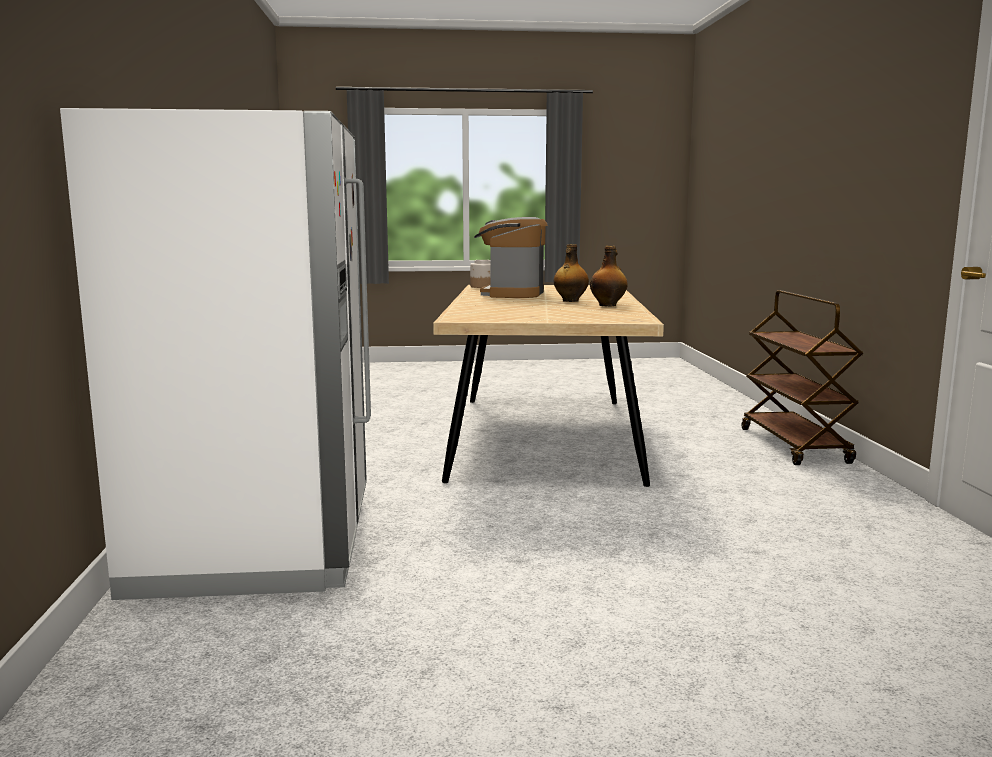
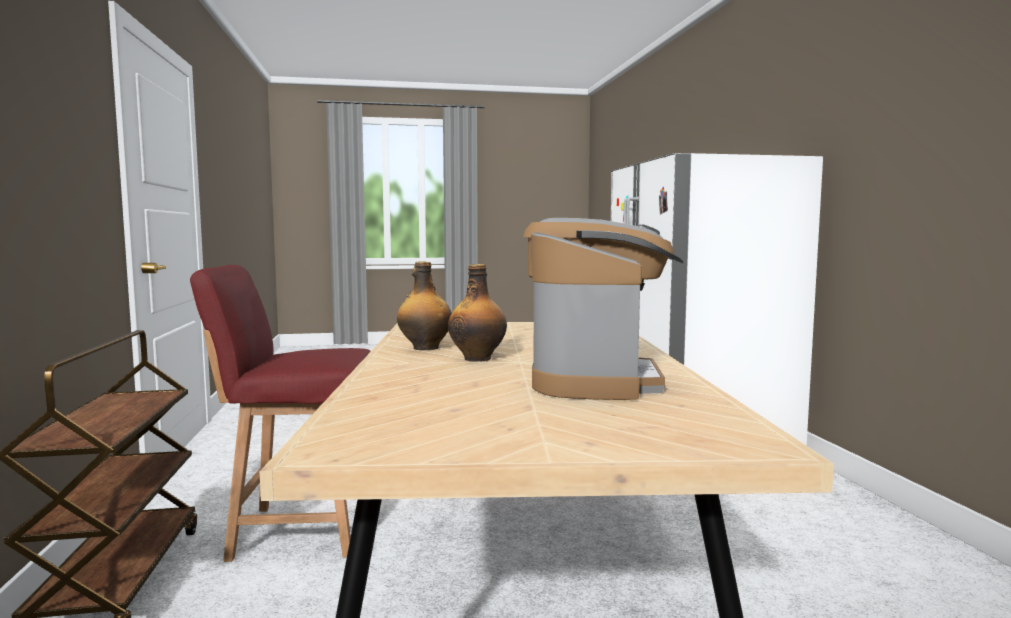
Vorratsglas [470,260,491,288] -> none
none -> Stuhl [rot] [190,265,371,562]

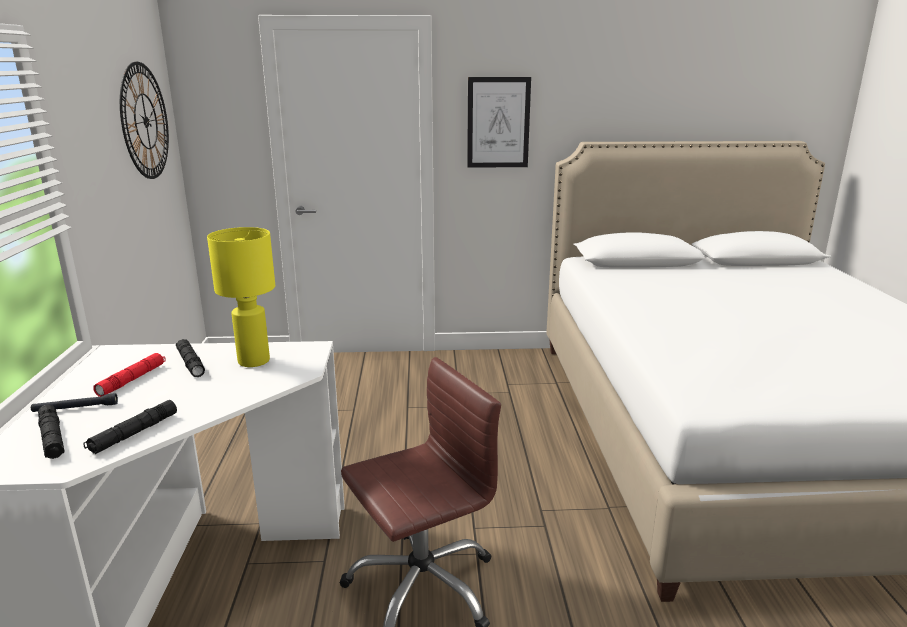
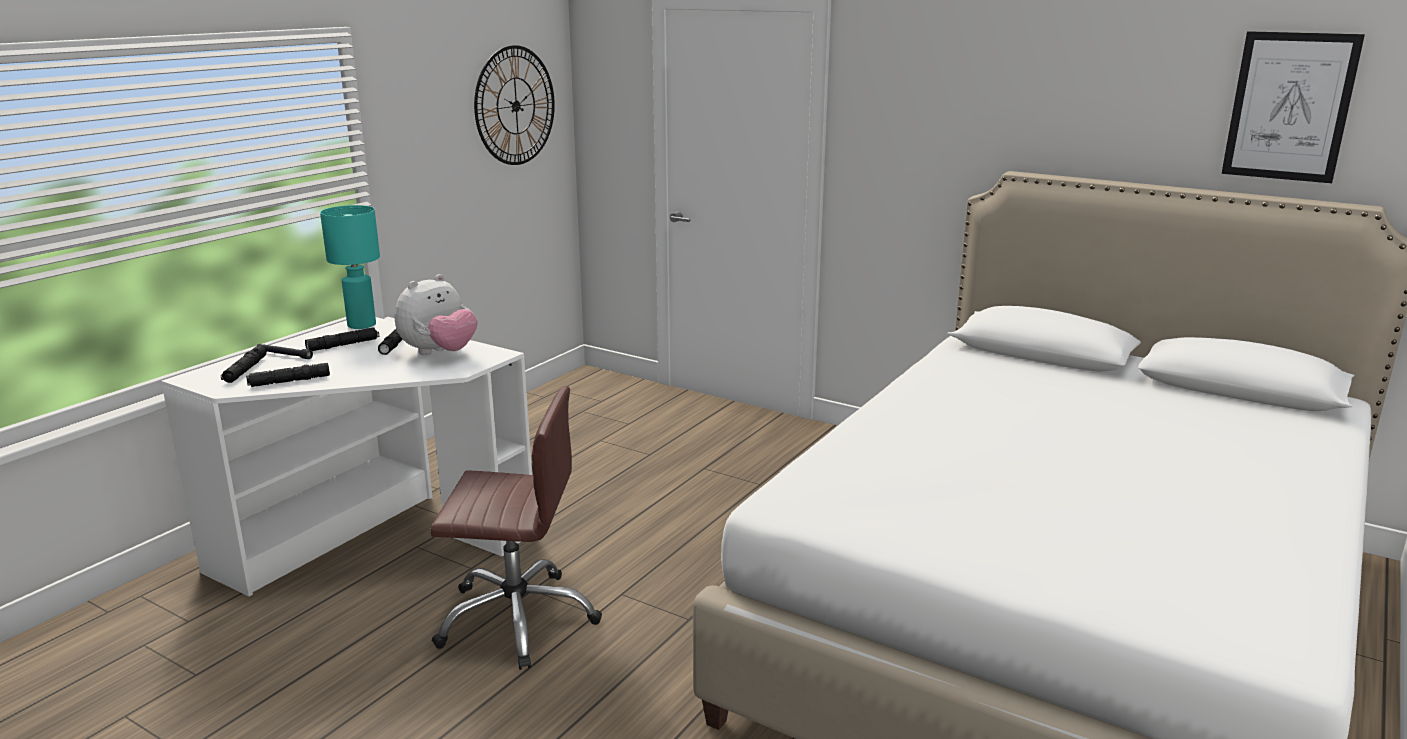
Bild [467,77,531,168] -> Bild [1222,31,1365,183], move
Tischlampe [gelb] [207,227,275,367] -> Plüschtier [395,274,478,355]
Taschenlampe [rot] [93,353,166,397] -> Taschenlampe [schwarz] [305,327,379,351]
none -> Tischlampe [türkis] [320,205,380,329]

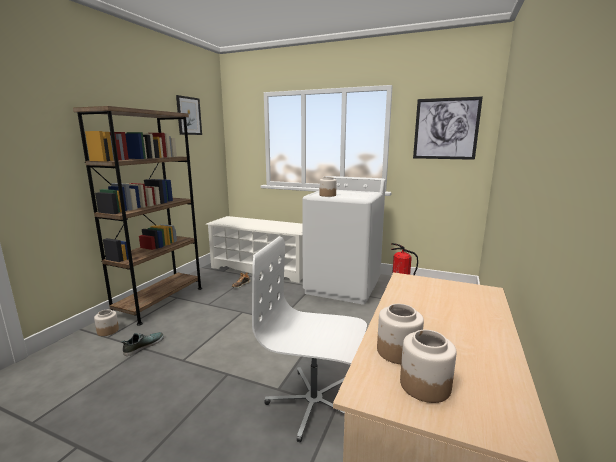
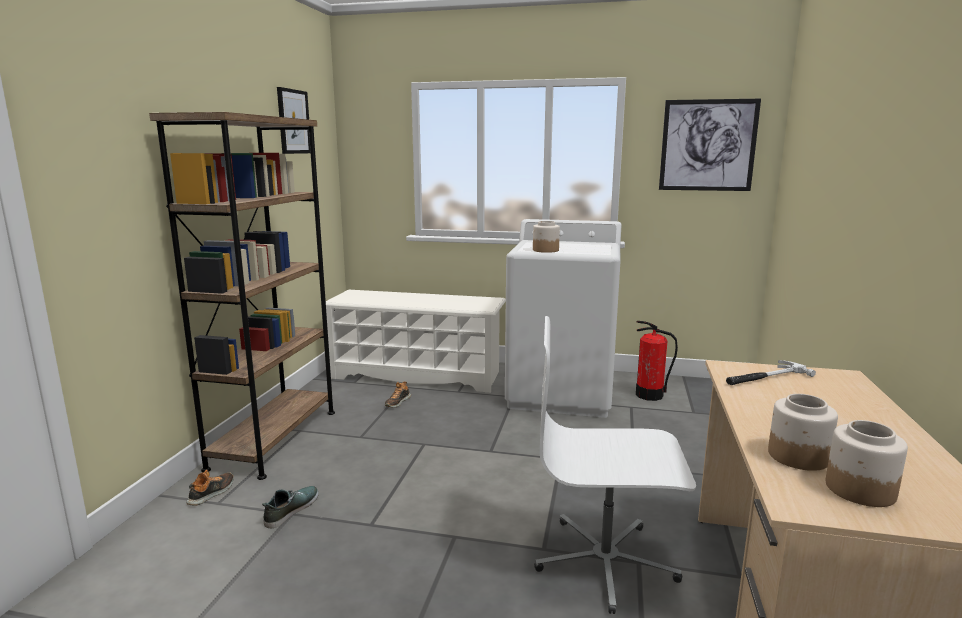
Vorratsglas [94,309,119,336] -> Schuh [186,470,234,505]
none -> Hammer [726,360,816,385]

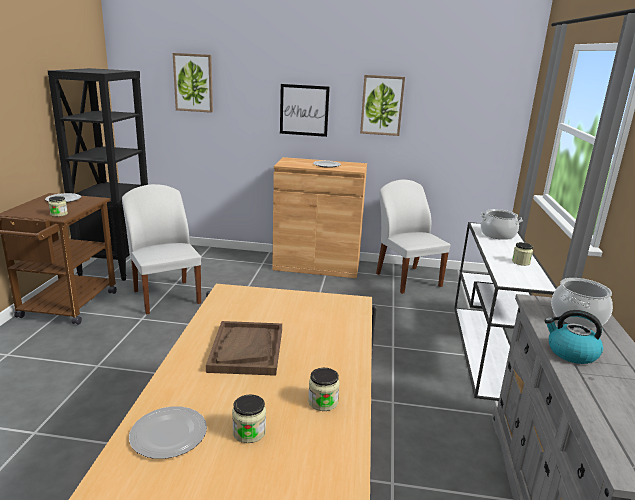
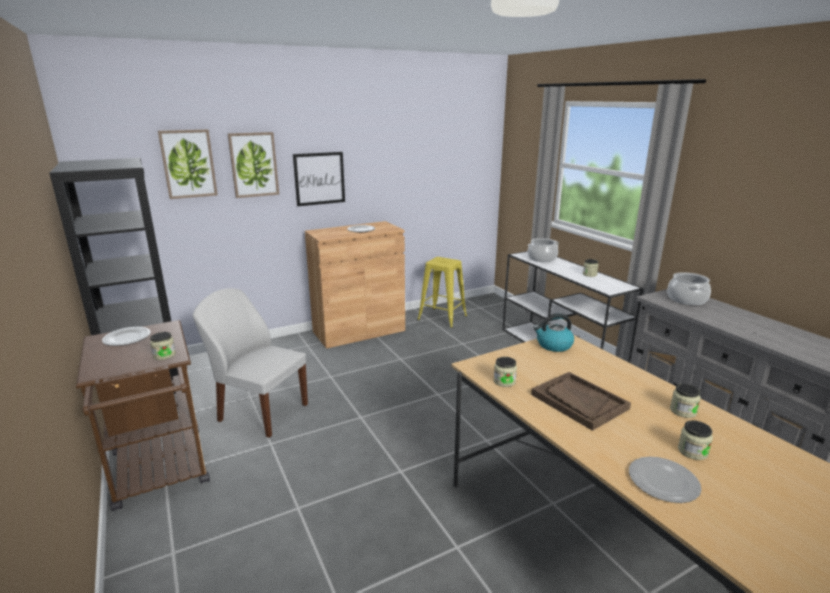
Bild [360,75,405,136] -> Bild [228,132,279,198], move
Stuhl [weiß] [376,179,450,294] -> Hocker [gelb] [417,257,467,328]
Wasserkessel [544,310,603,364] -> Wasserkessel [533,313,574,352], move
none -> Vorratsglas [494,357,517,387]

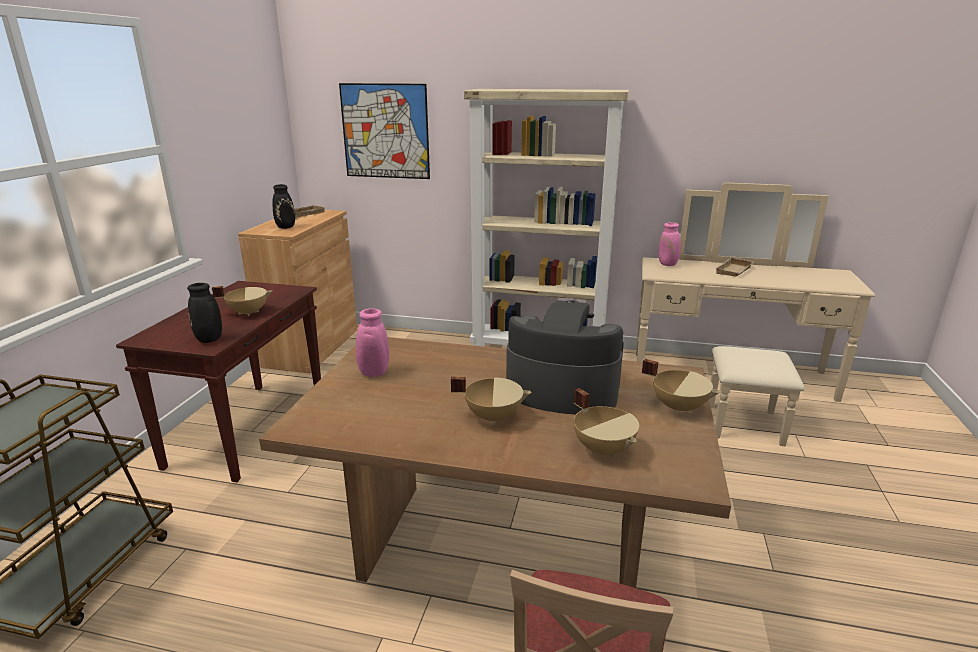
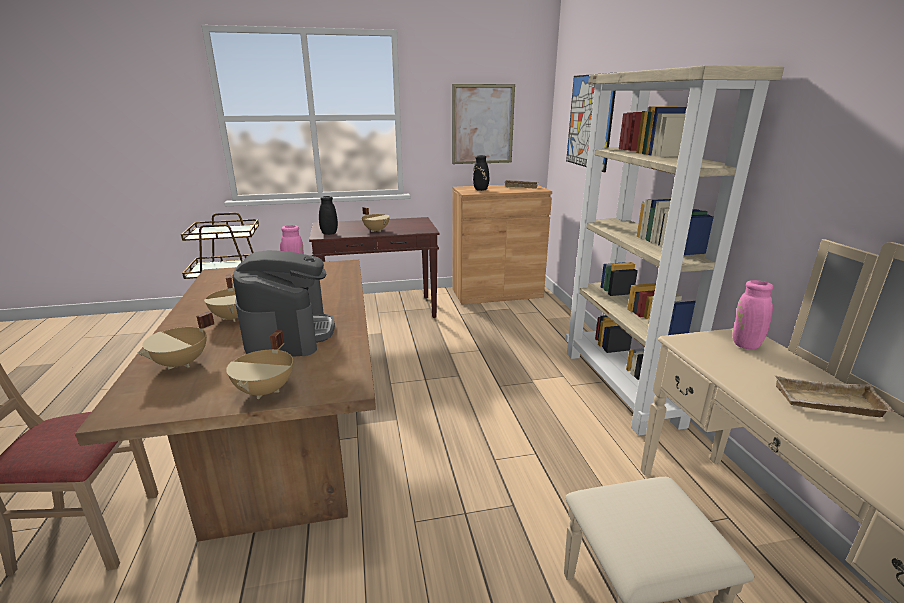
none -> Bild [452,84,515,164]

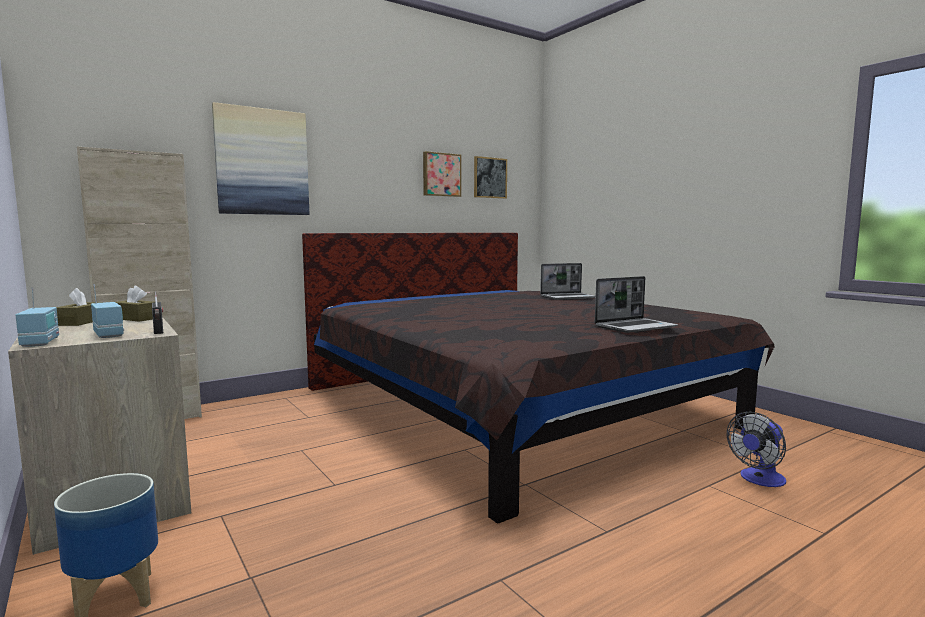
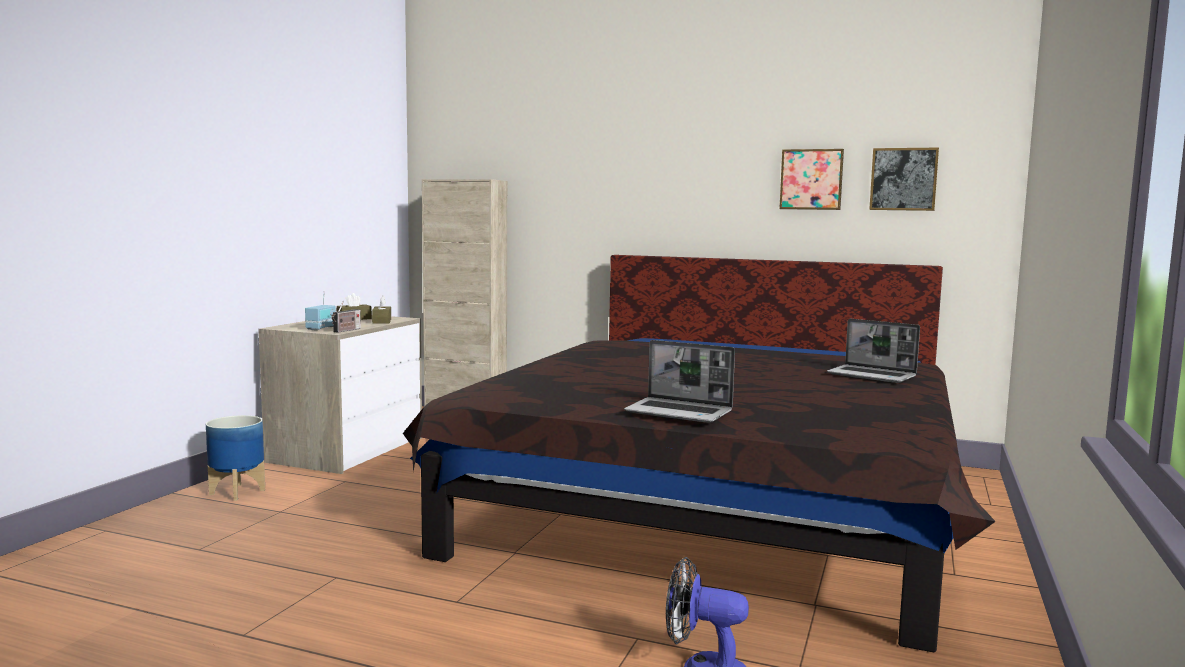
Bild [212,102,309,215] -> none
Radio [16,288,59,347] -> none

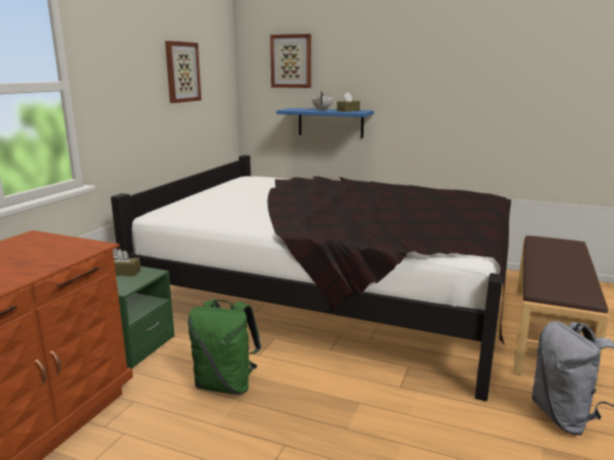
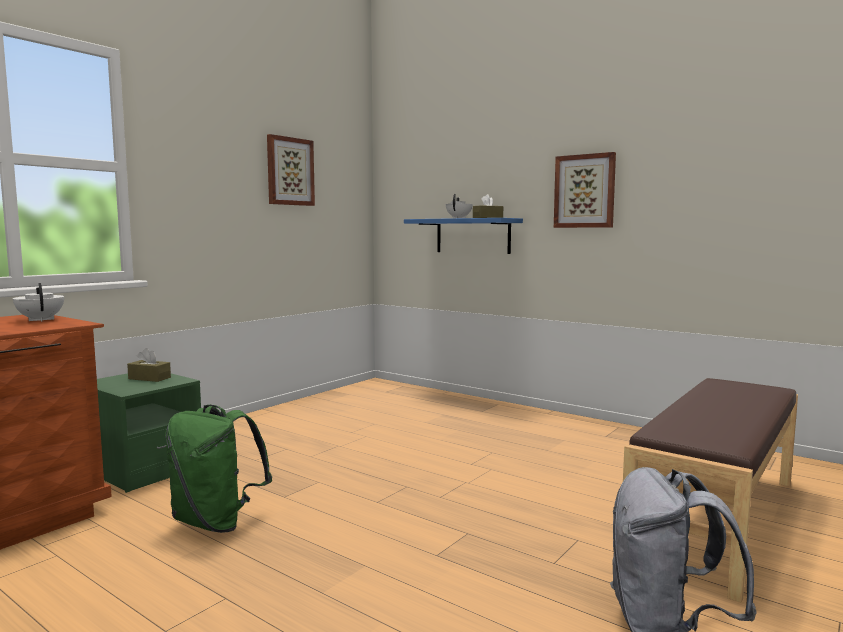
Bild [270,34,311,88] -> Bild [554,152,616,228], move
Bett [schwarz] [111,155,511,401] -> none
none -> Teekanne [weiß] [13,283,64,321]

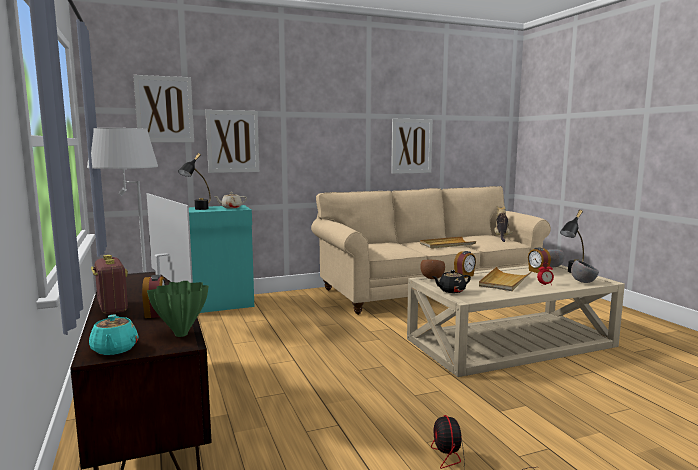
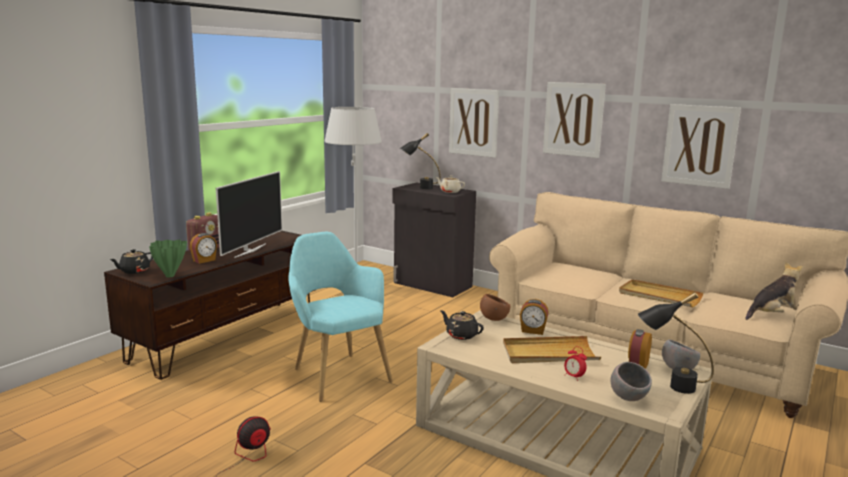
Bild [133,75,194,143] -> Bild [543,82,606,158], move
Schrank [türkis] [189,205,254,313] -> Schrank [schwarz] [393,182,476,297]
Teekanne [türkis] [89,315,139,355] -> Teekanne [schwarz] [110,249,153,274]
none -> Sessel [türkis] [288,232,392,402]

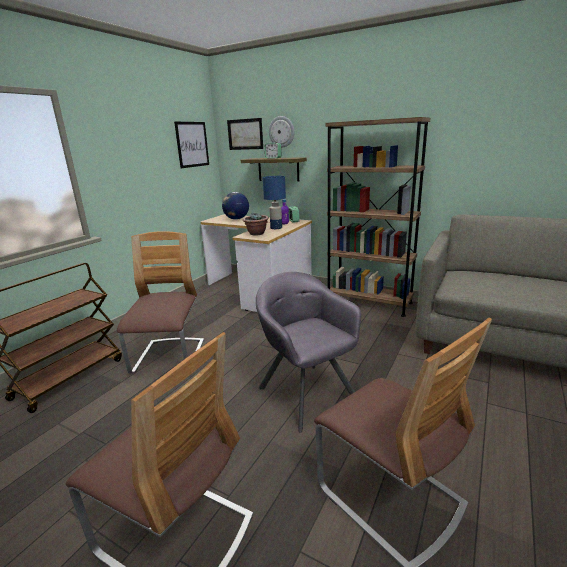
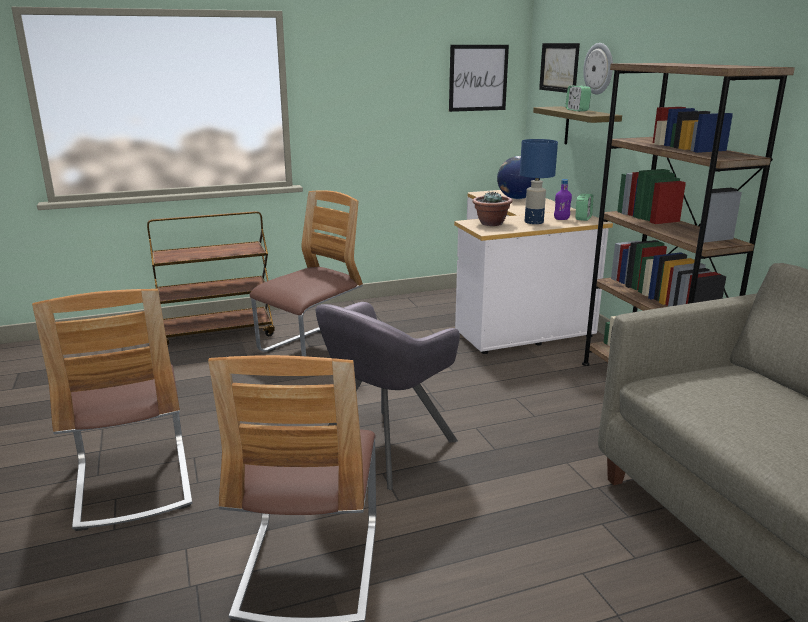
Sessel [grau] [256,272,361,432] -> Sessel [grau] [315,302,460,490], 150 degrees counterclockwise

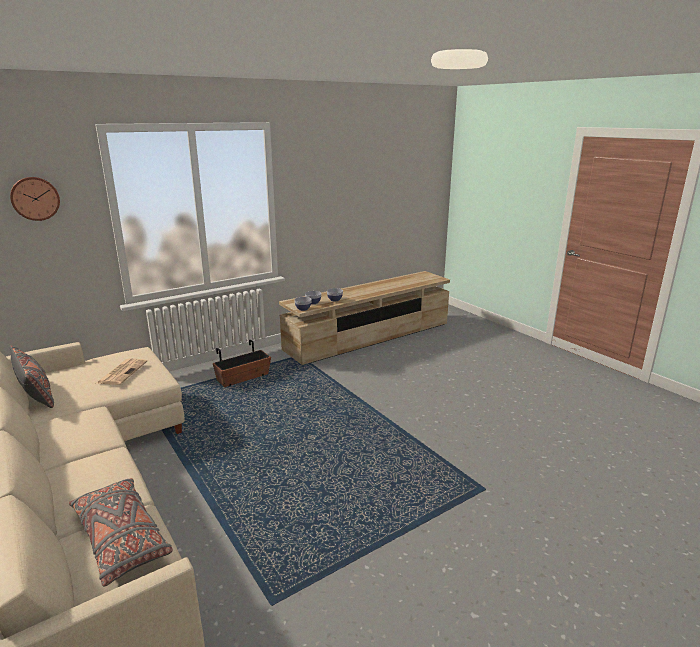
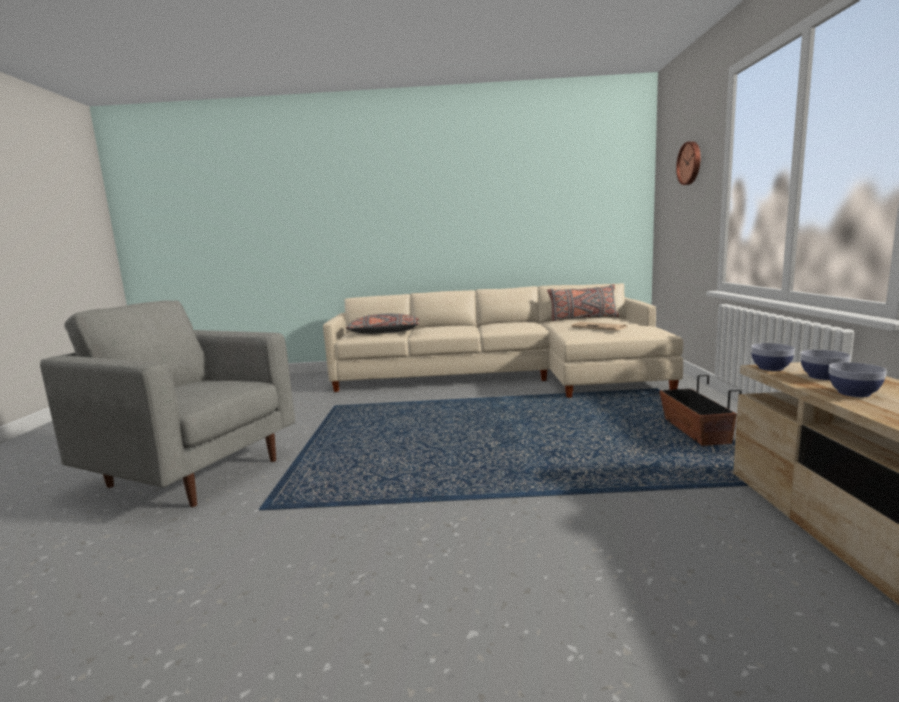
none -> Sessel [grau] [40,300,295,507]

